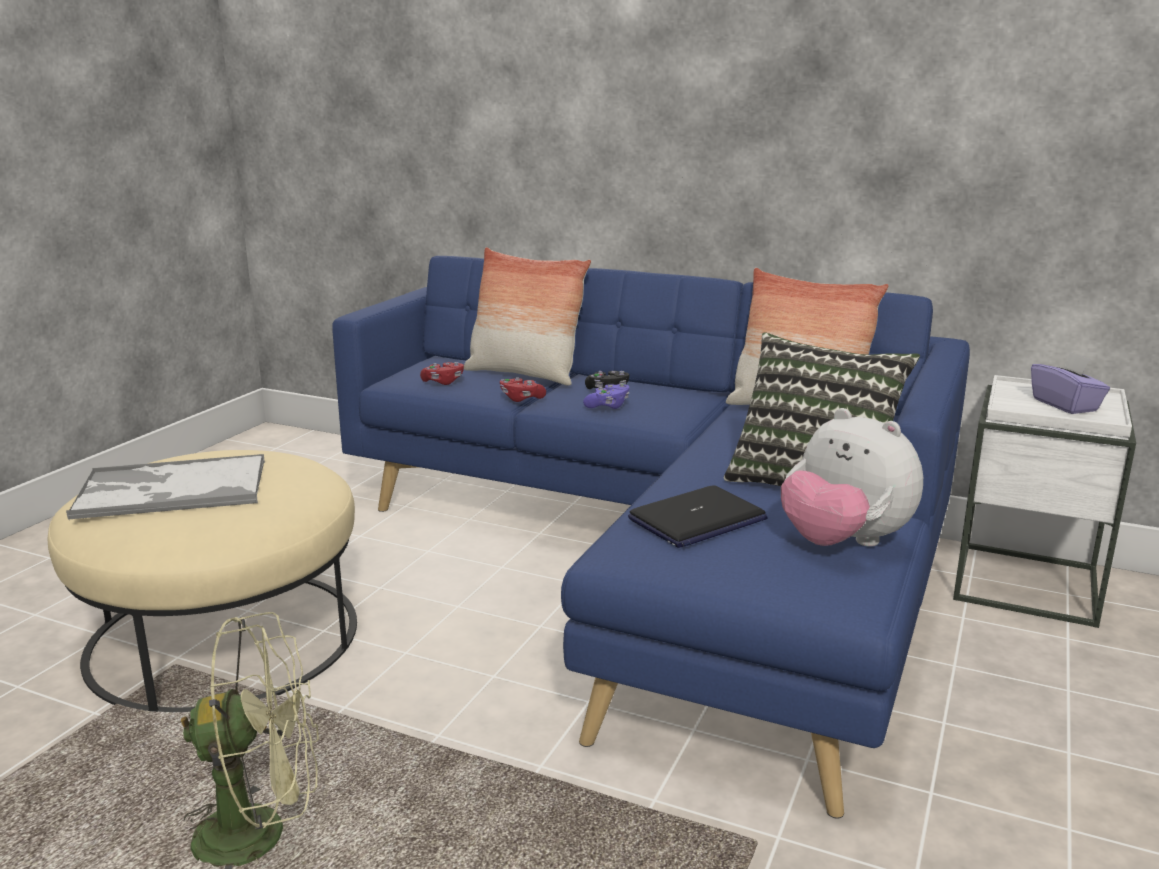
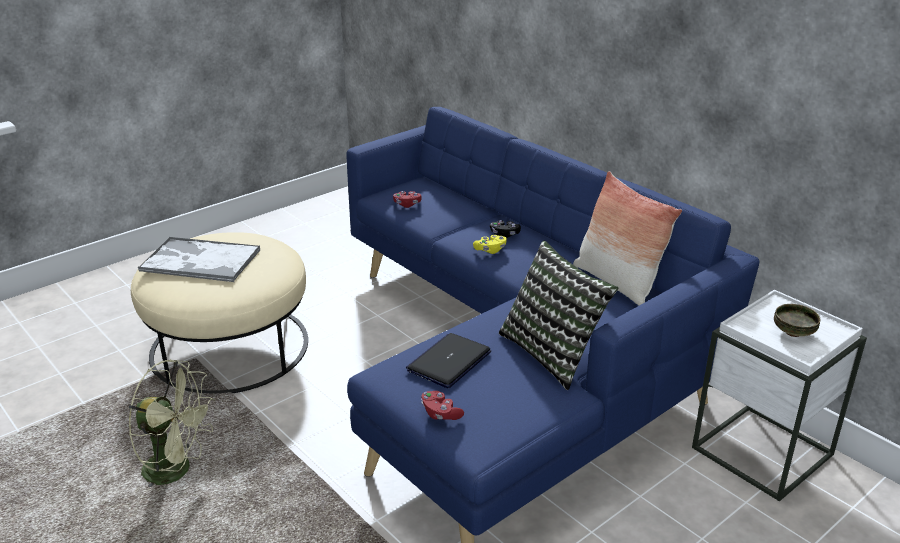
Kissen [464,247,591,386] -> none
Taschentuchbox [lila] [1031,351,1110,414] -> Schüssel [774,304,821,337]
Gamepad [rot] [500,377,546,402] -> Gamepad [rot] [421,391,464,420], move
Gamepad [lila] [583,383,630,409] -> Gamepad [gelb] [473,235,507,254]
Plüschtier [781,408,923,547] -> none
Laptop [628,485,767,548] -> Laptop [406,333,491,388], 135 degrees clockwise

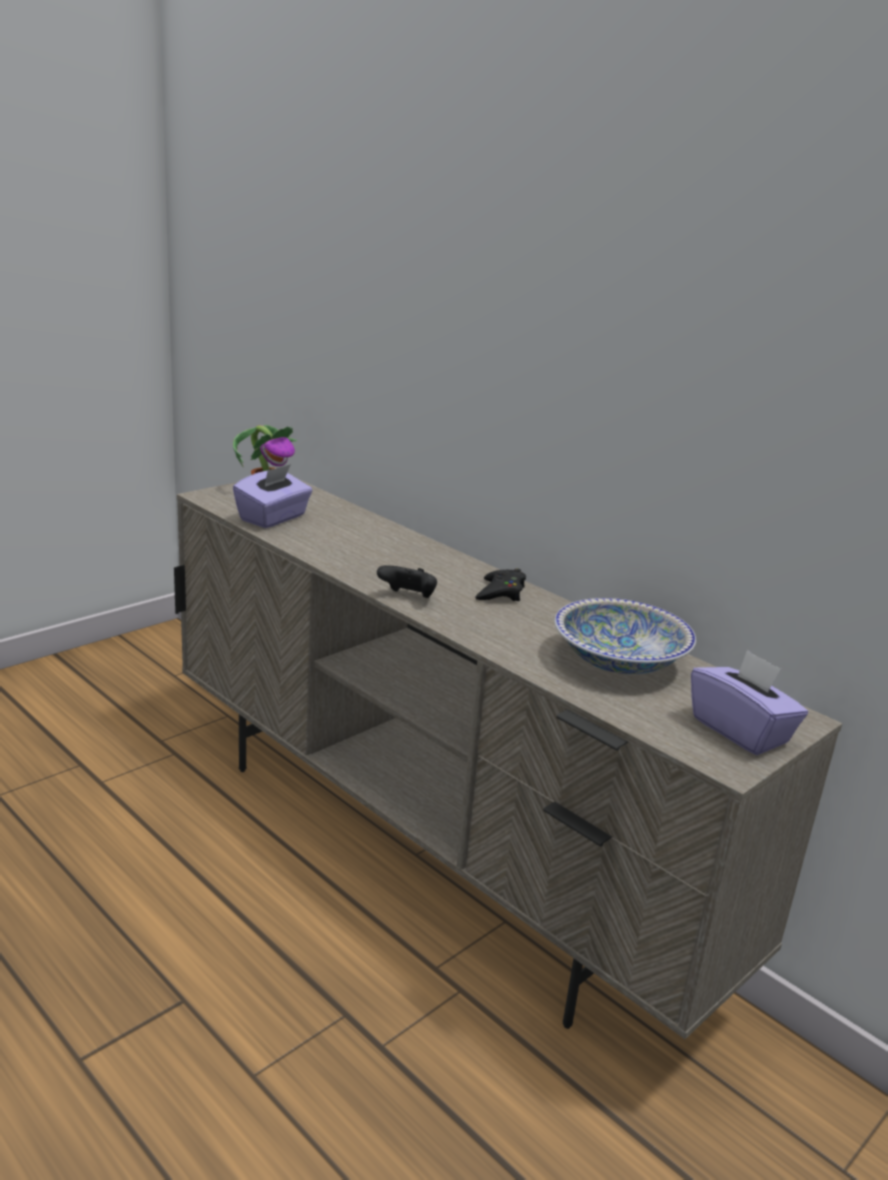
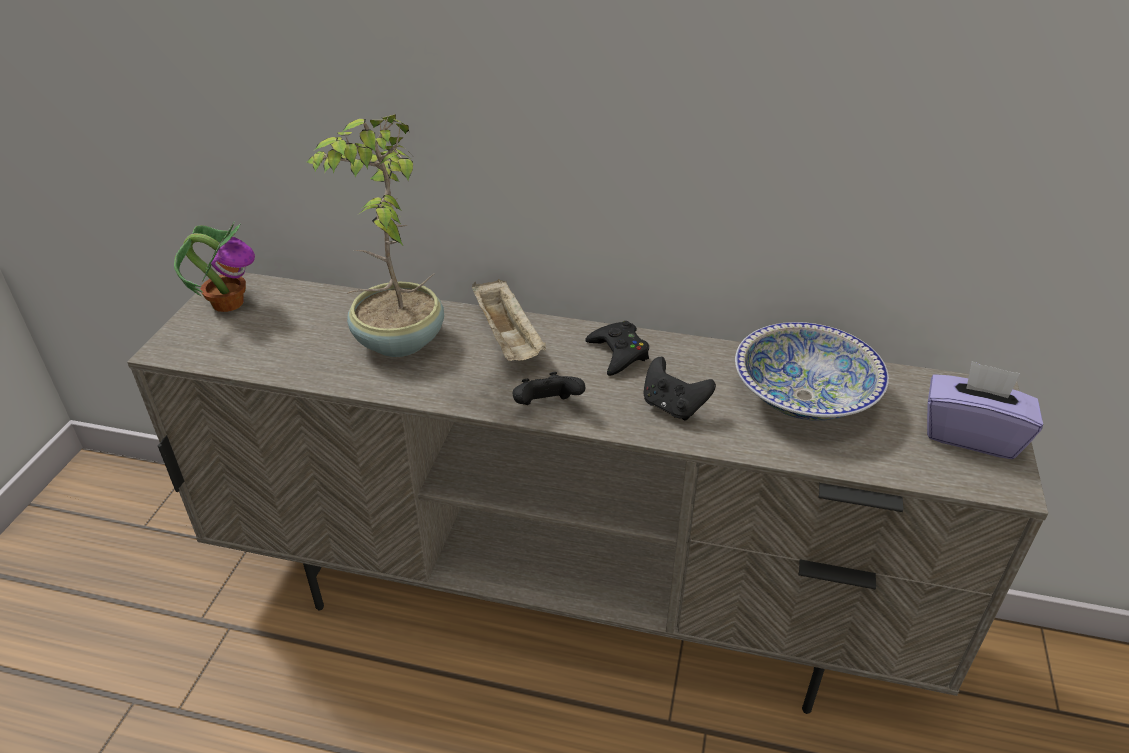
Taschentuchbox [lila] [233,464,313,528] -> none
none -> Topfpflanze [307,114,444,357]
none -> Tablett [beige] [472,279,546,361]
none -> Gamepad [schwarz] [643,357,716,421]

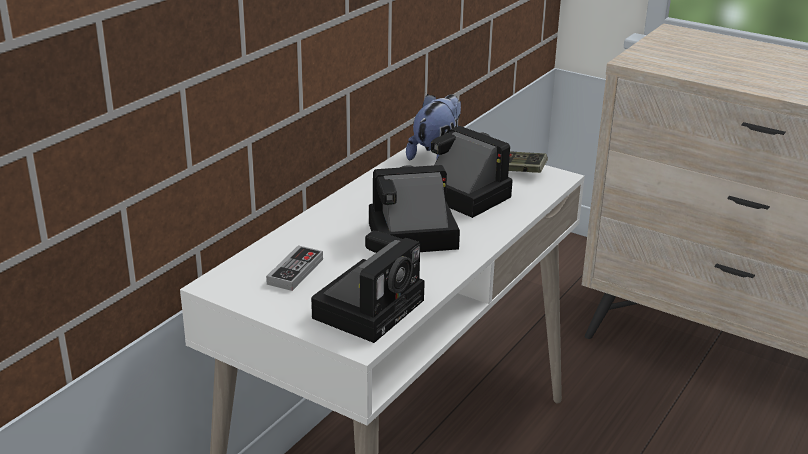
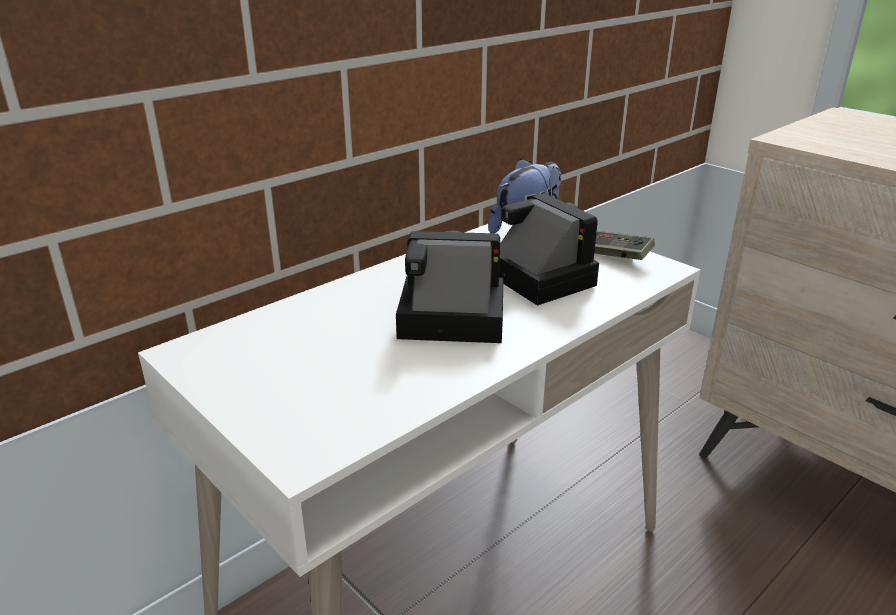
Kamera [311,231,425,343] -> none
Gamepad [266,245,323,291] -> none

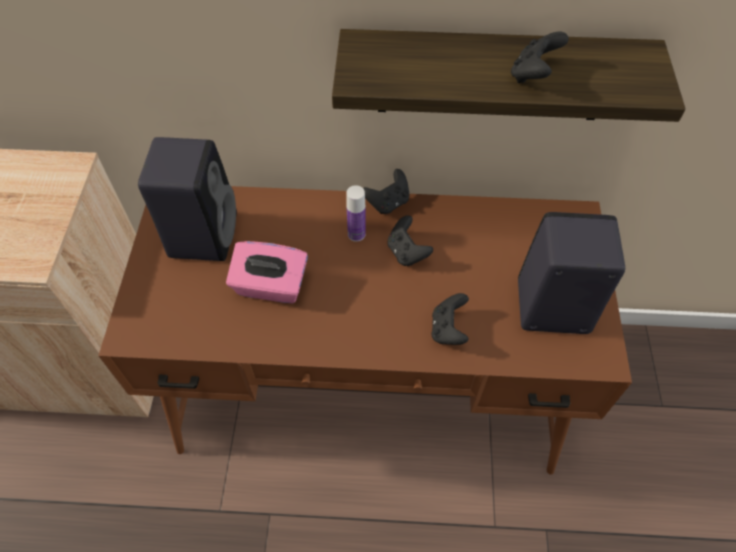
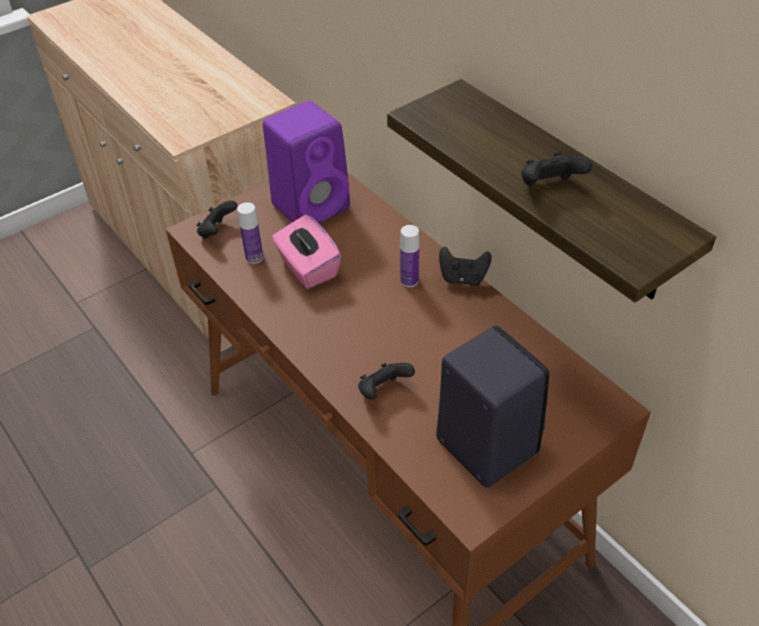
Lautsprecher [schwarz] [138,137,237,261] -> Lautsprecher [lila] [263,101,350,223]
Gamepad [schwarz] [387,215,433,266] -> Gamepad [schwarz] [196,200,237,239], move
none -> Flasche [237,202,263,264]

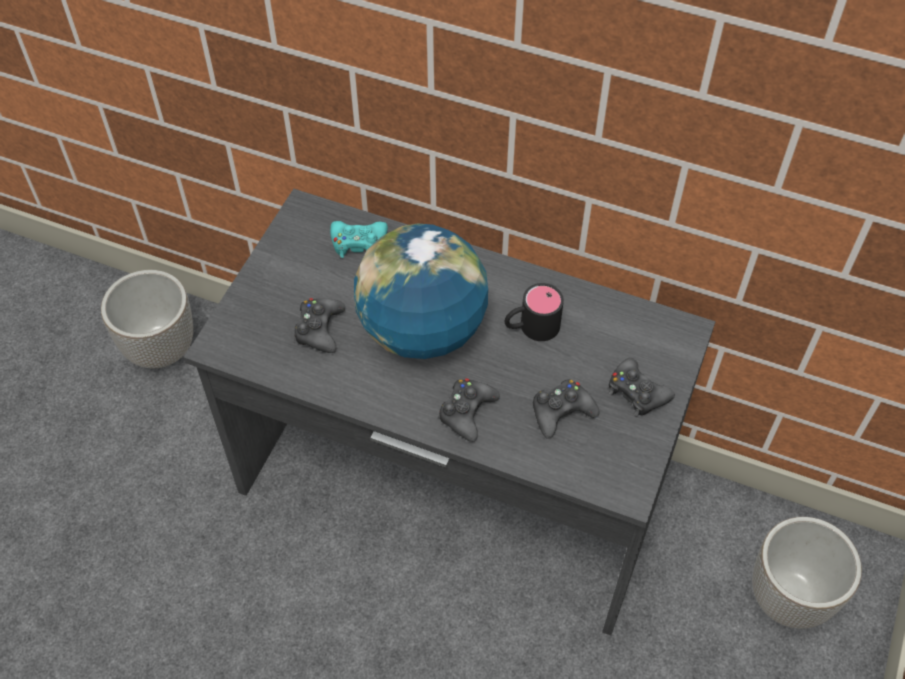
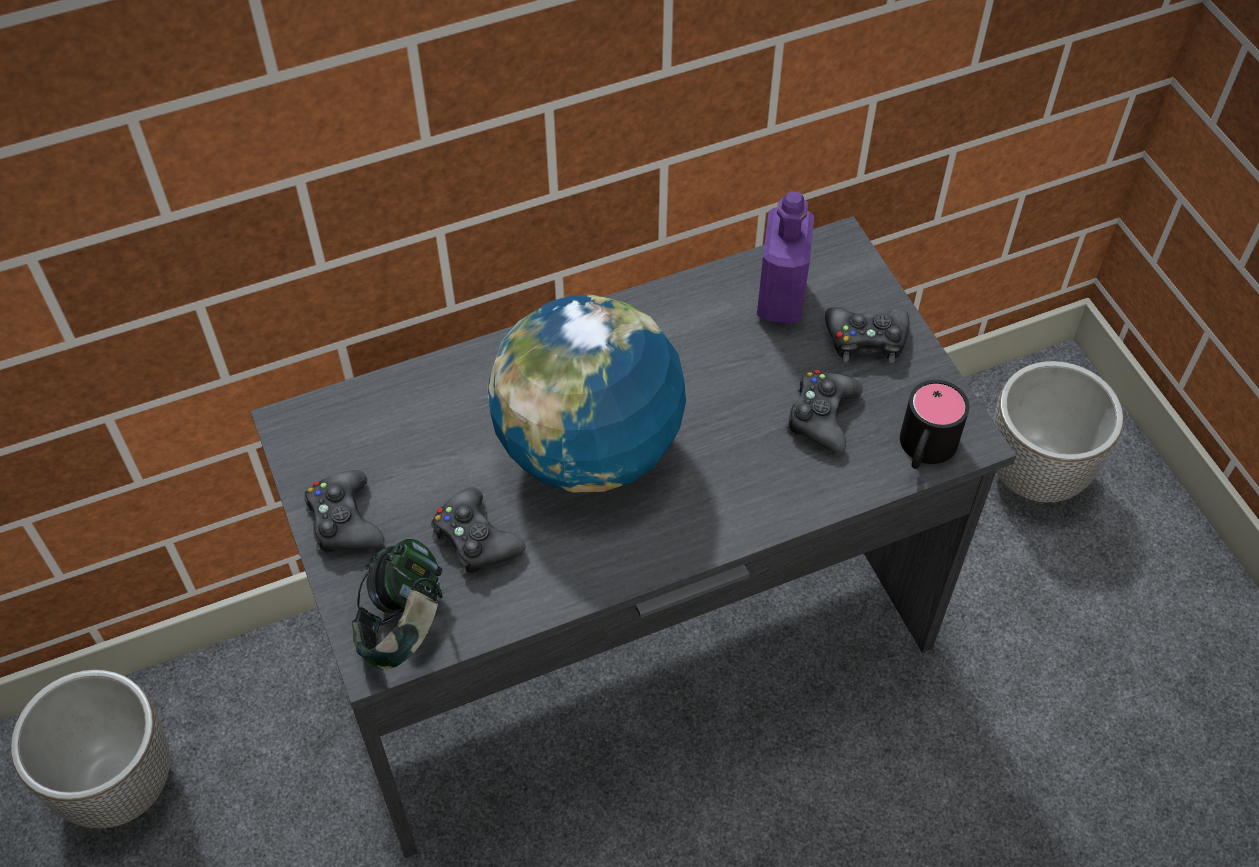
Gamepad [türkis] [330,221,388,258] -> none
Henkelbecher [schwarz] [505,283,564,341] -> Henkelbecher [schwarz] [900,380,969,469], move
Gamepad [schwarz] [438,379,500,442] -> Gamepad [schwarz] [304,470,385,552], move
none -> Flasche [lila] [757,191,814,324]
none -> Kopfhörer [352,539,443,670]

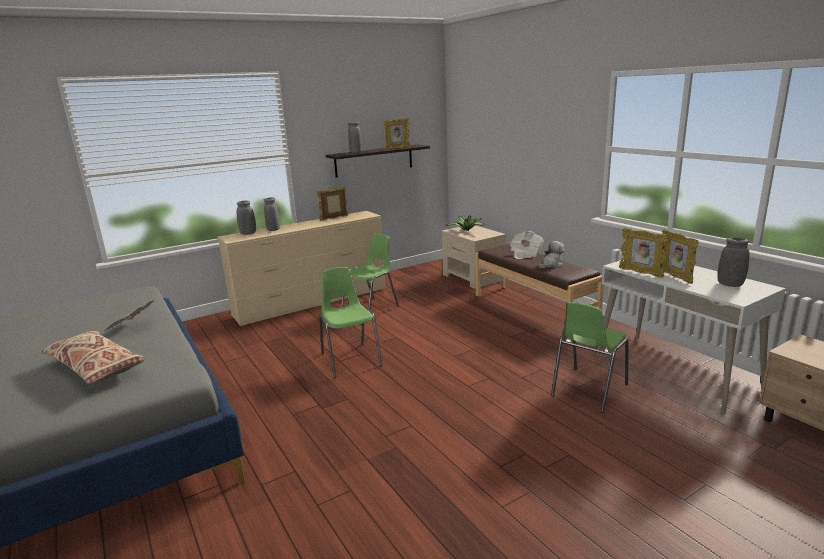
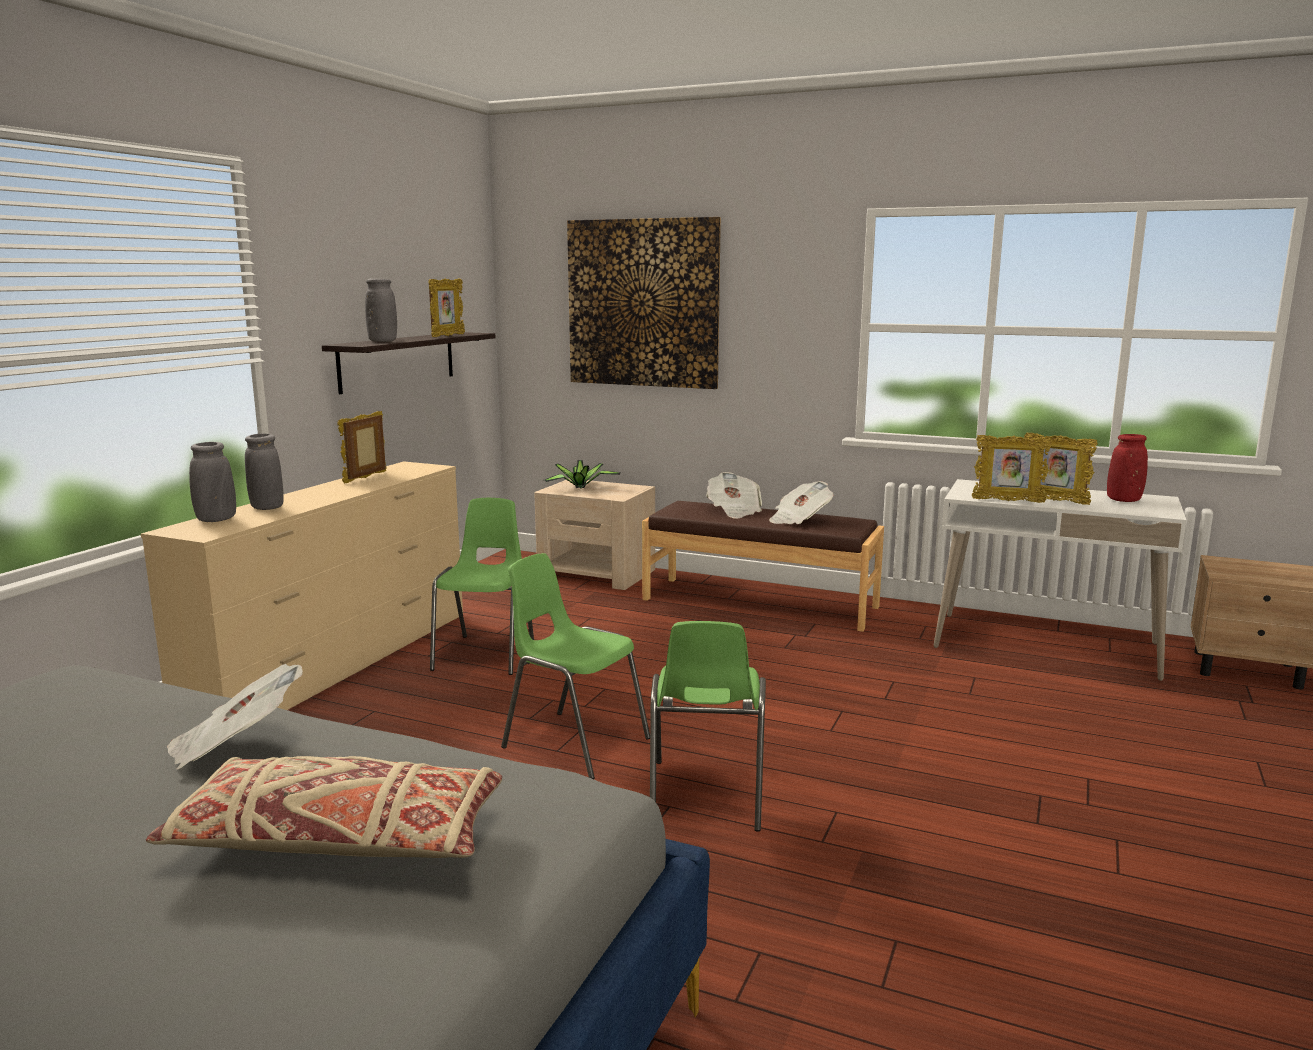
Vase [grau] [717,238,750,287] -> Vase [rot] [1107,434,1148,502]
Plüschtier [538,241,565,269] -> Zeitung [769,481,833,524]
Stuhl [grün] [551,302,629,413] -> Stuhl [grün] [650,621,766,832], move
none -> Bild [567,217,721,389]

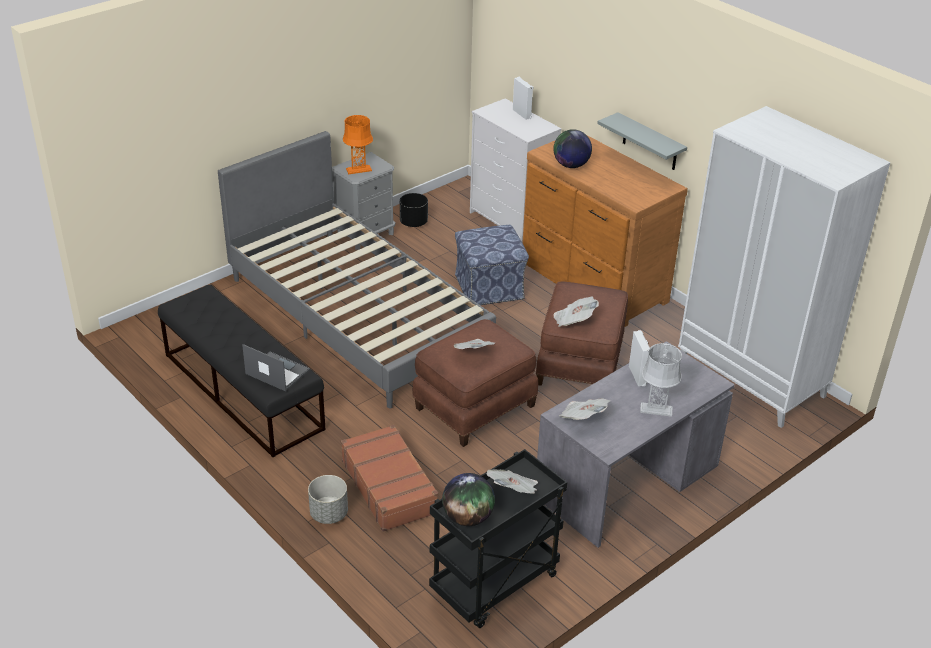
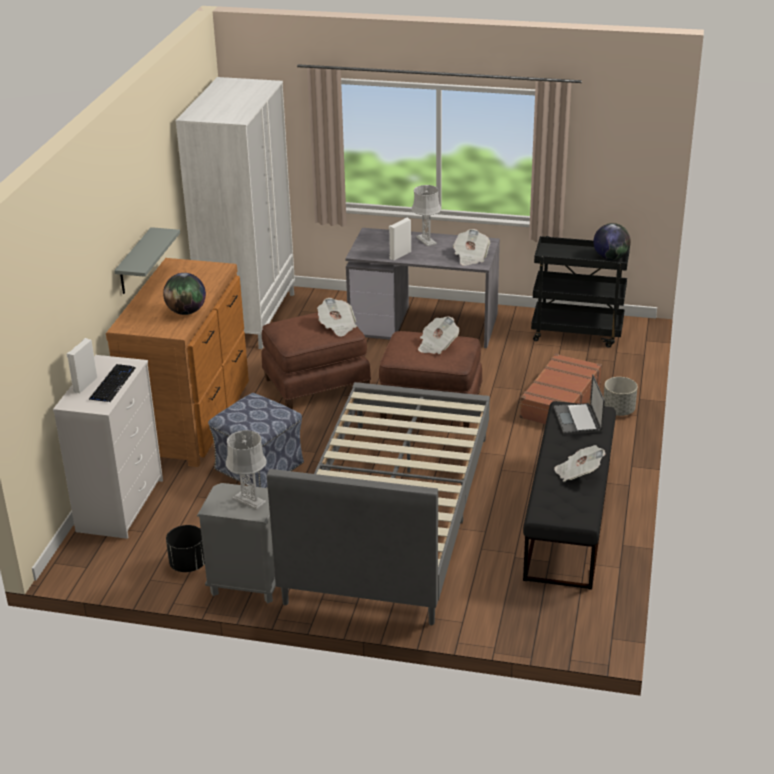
Tischlampe [orange] [343,115,373,174] -> Tischlampe [grau] [226,430,267,510]
Zeitung [487,470,538,494] -> Zeitung [554,445,605,481], move
none -> Tastatur [89,364,135,402]

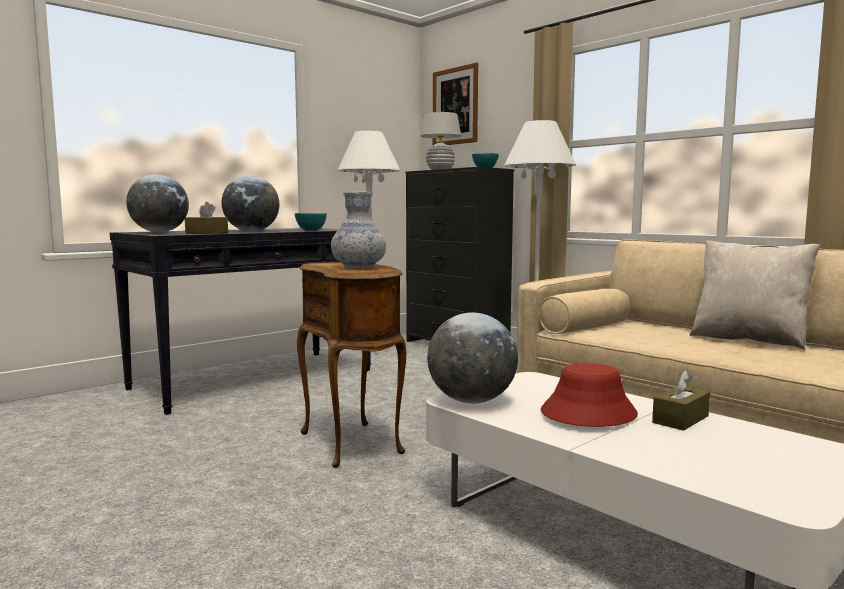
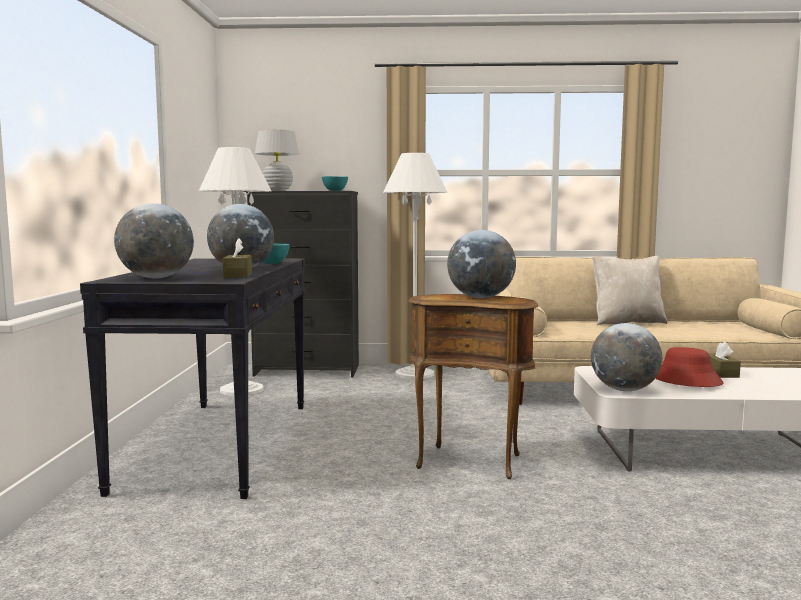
Bild [433,62,478,146] -> none
Vase [331,192,386,268] -> Globus [447,230,516,298]

